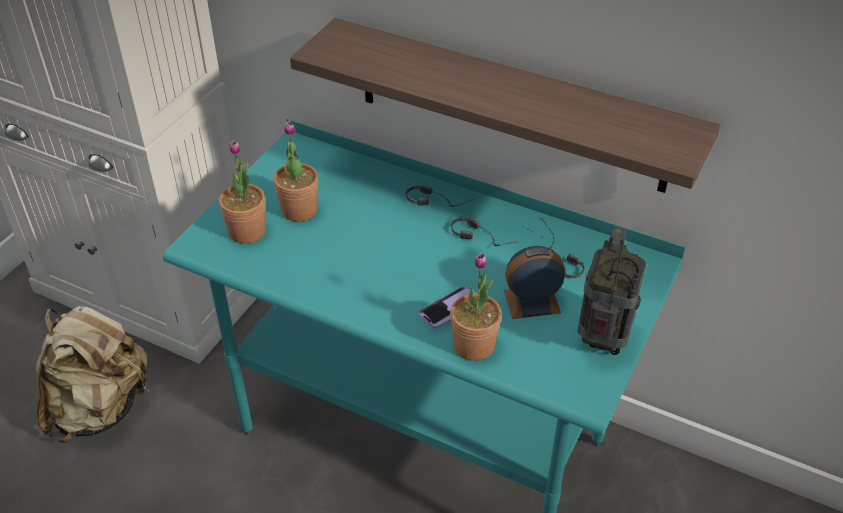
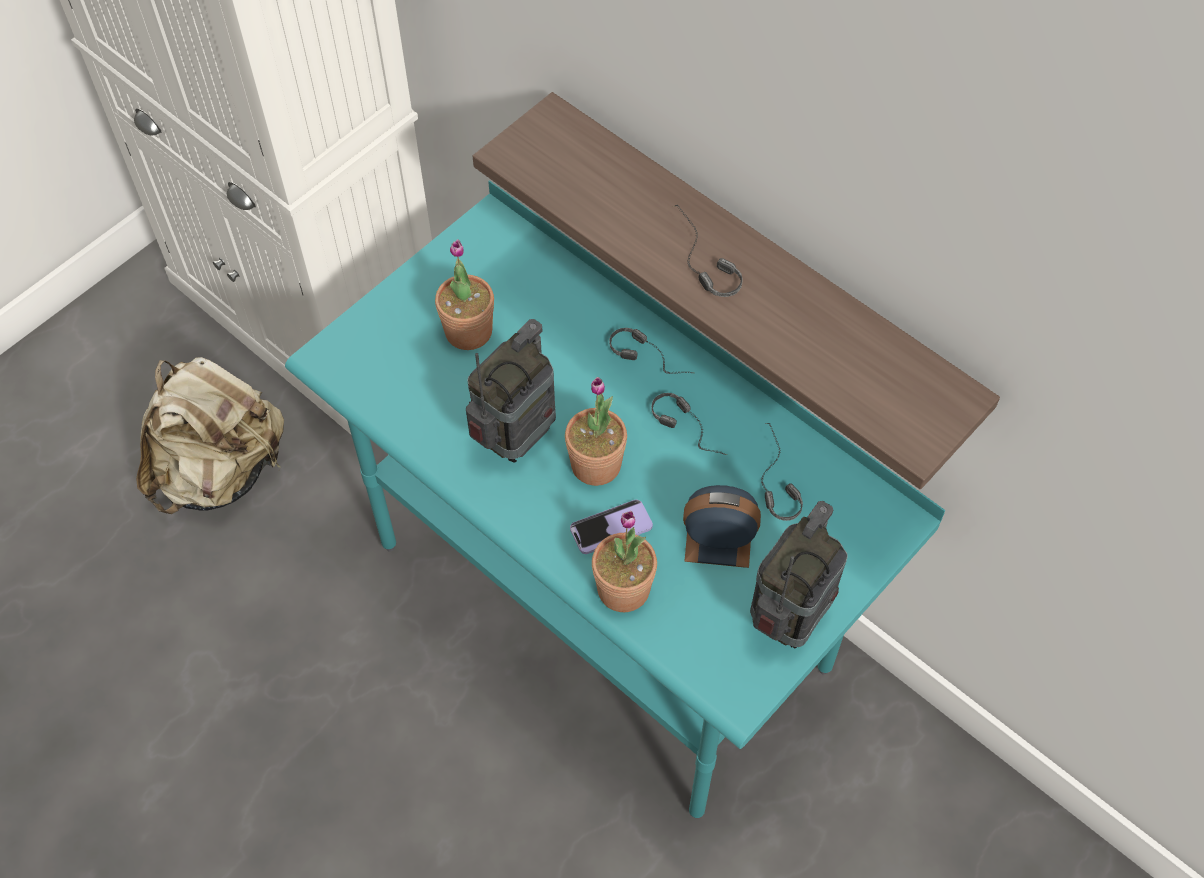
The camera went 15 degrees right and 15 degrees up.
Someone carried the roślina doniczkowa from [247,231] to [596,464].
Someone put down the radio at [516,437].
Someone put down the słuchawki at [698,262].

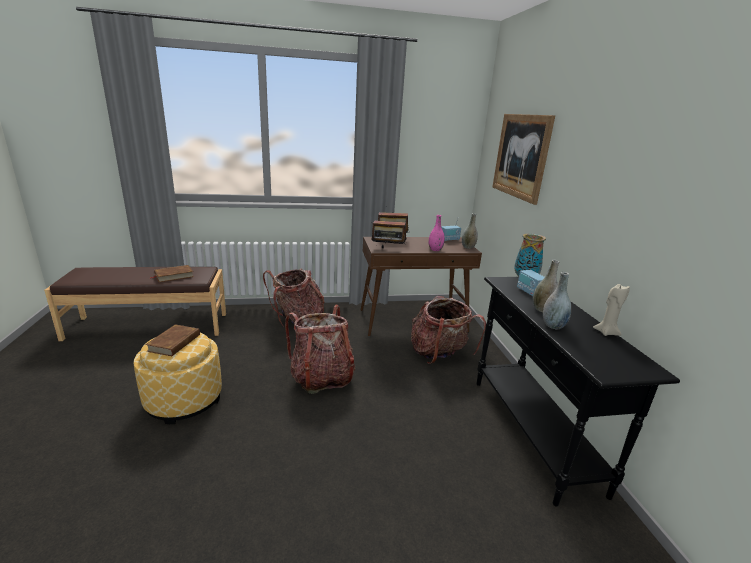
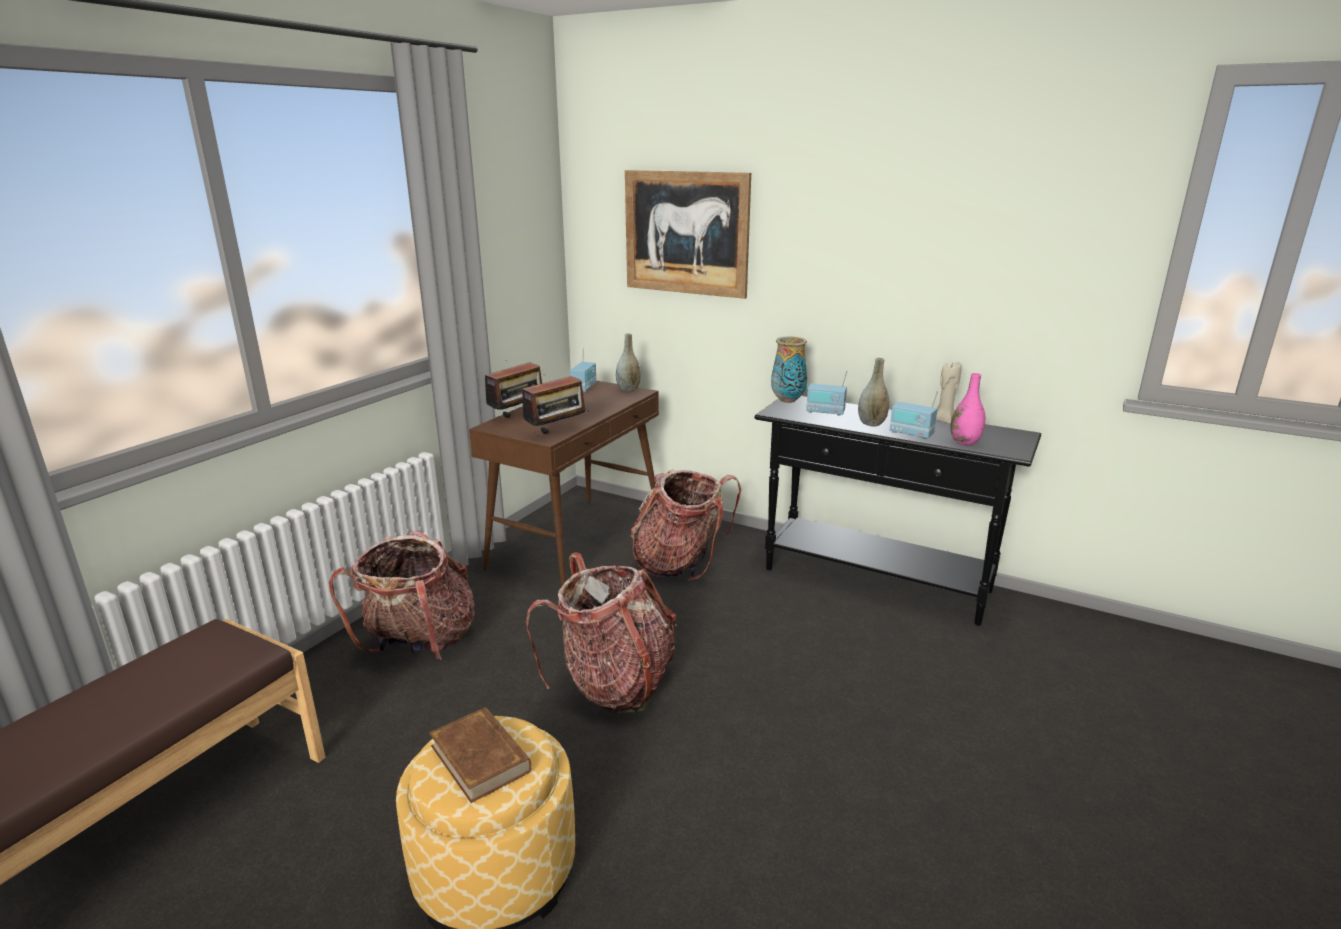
The camera went 50 degrees left and 0 degrees up.
Someone took away the książka/brązowy at [174,276].
Someone carried the wazon/różowy from [435,250] to [964,442].
Someone swapped the wazon/szary at [553,326] for the radio at [911,434].

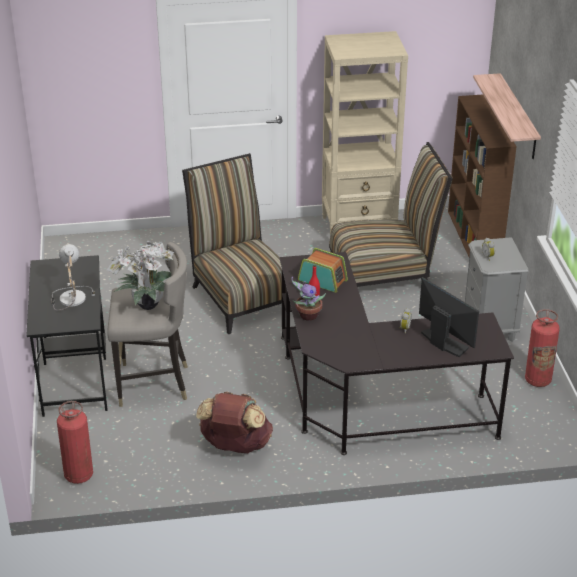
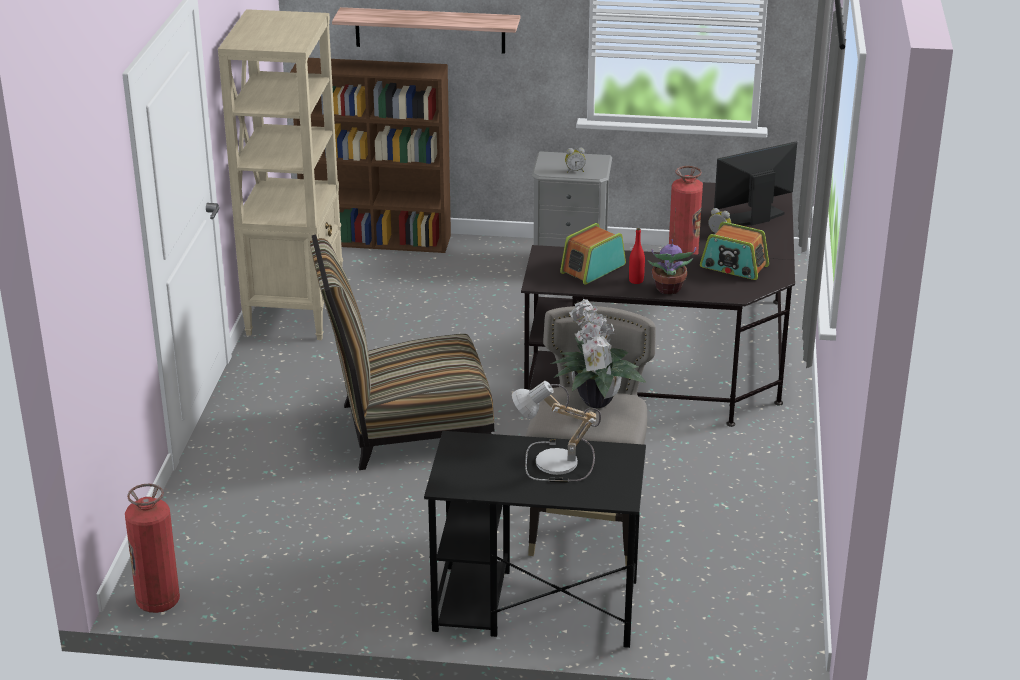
The camera went 75 degrees left and 5 degrees down.
Someone carried the gaśnica from [79,475] to [158,601].
Someone took away the plecak/brązowy at [235,446].
Someone took away the krzesło at [385,274].
Someone put down the radio at [734,267].

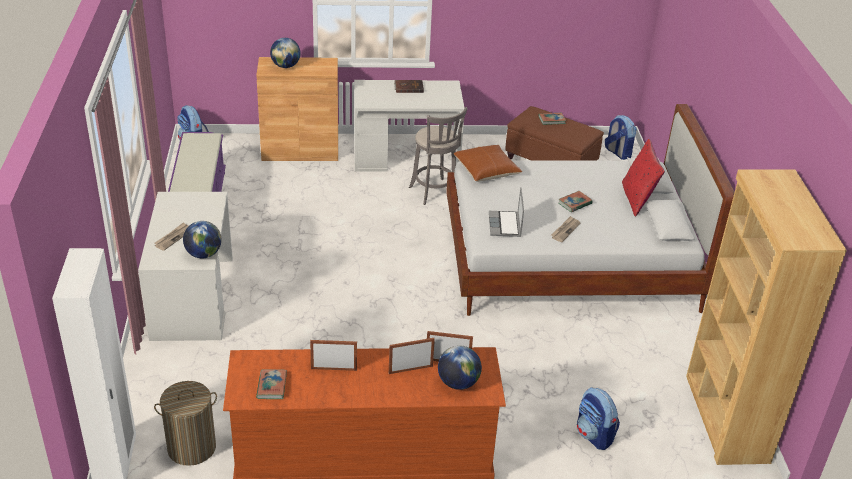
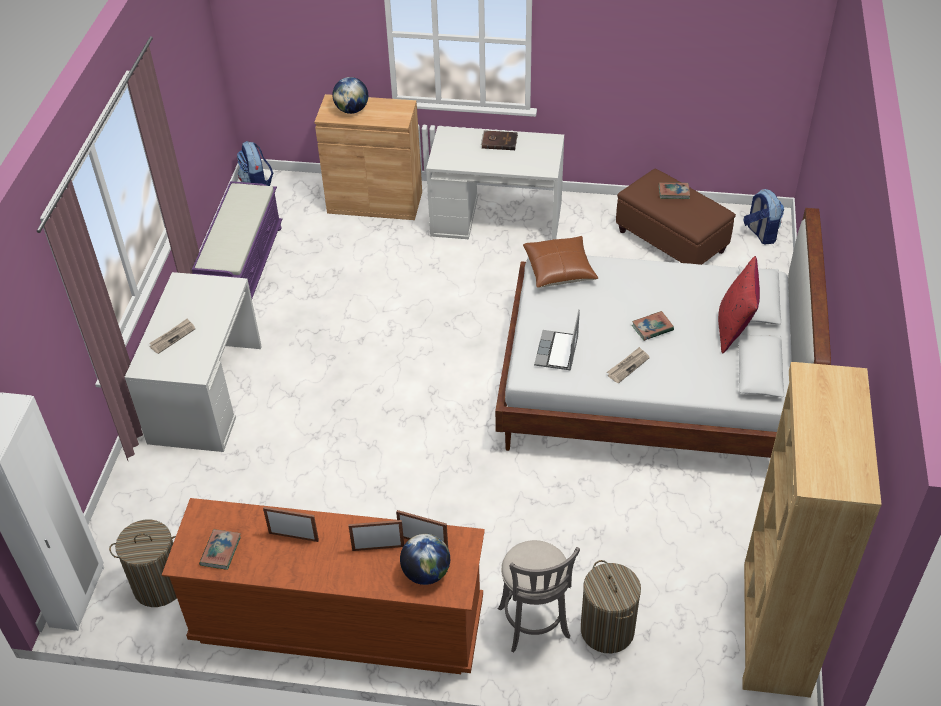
The camera went 15 degrees right and 10 degrees up.
Someone took away the globus at [203,254].
Someone carried the stołek/szary from [434,193] to [534,626].
Someone swapped the plecak at [594,435] for the kosz na pranie at [607,630].

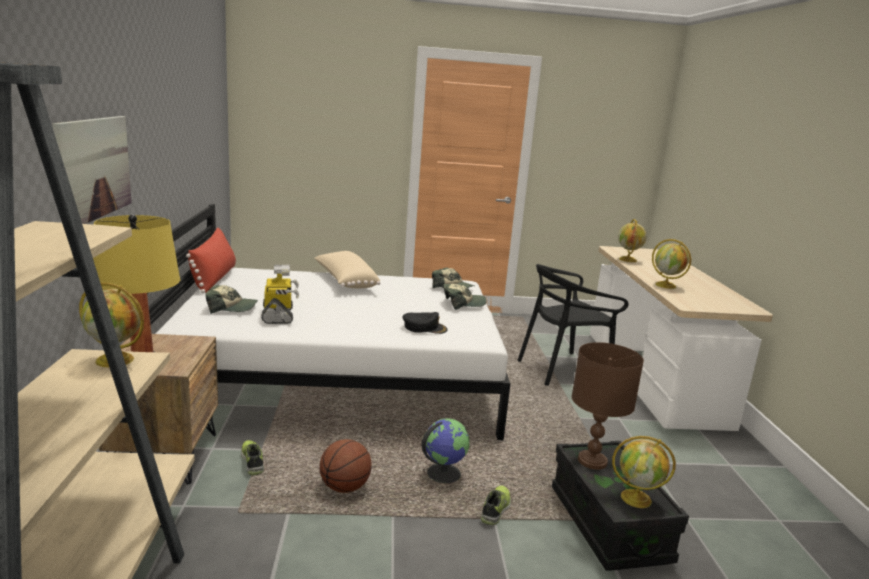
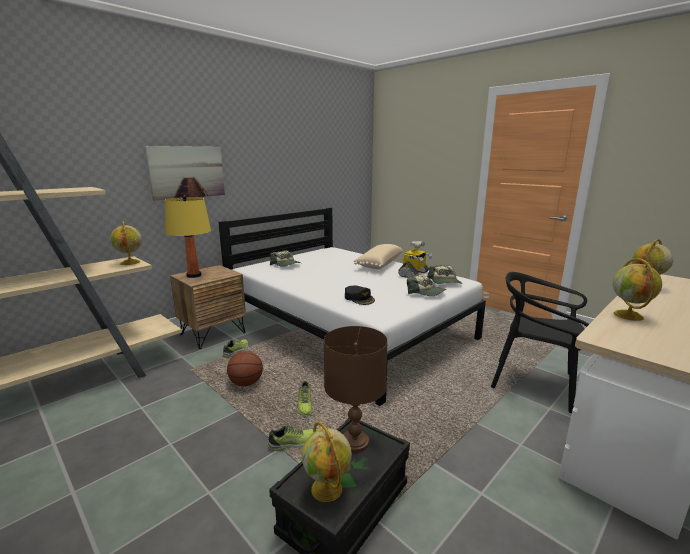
The camera went 50 degrees right and 0 degrees up.
Someone took away the poduszka/czerwony at [214,278].
Someone carried the robot zabawkowy from [279,315] to [414,274].
Someone swapped the globus at [443,474] for the but at [304,404].

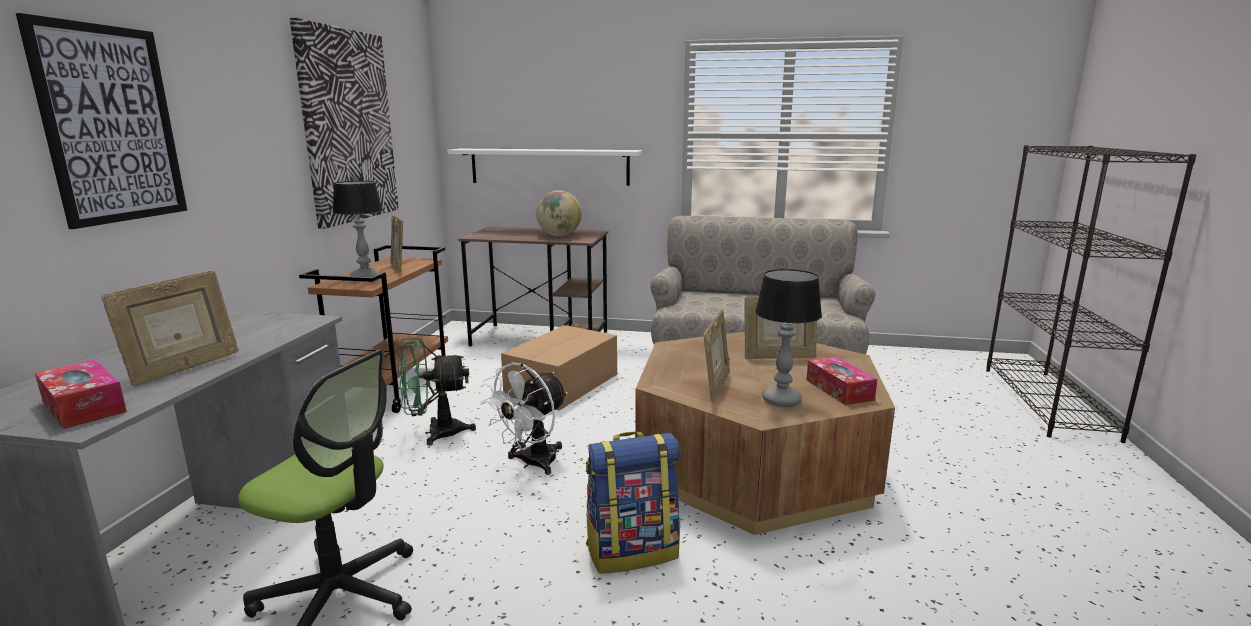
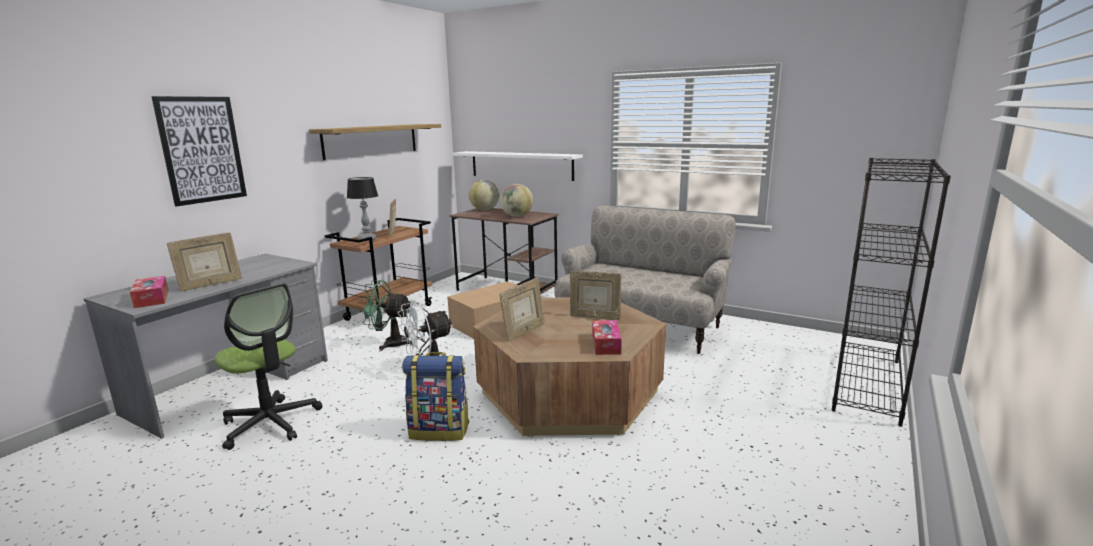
The camera went 20 degrees right and 0 degrees up.
Someone swapped the obraz at [348,126] for the półka at [371,140].
Someone took away the lampa stołowa at [782,400].
Someone put down the globus at [484,210].

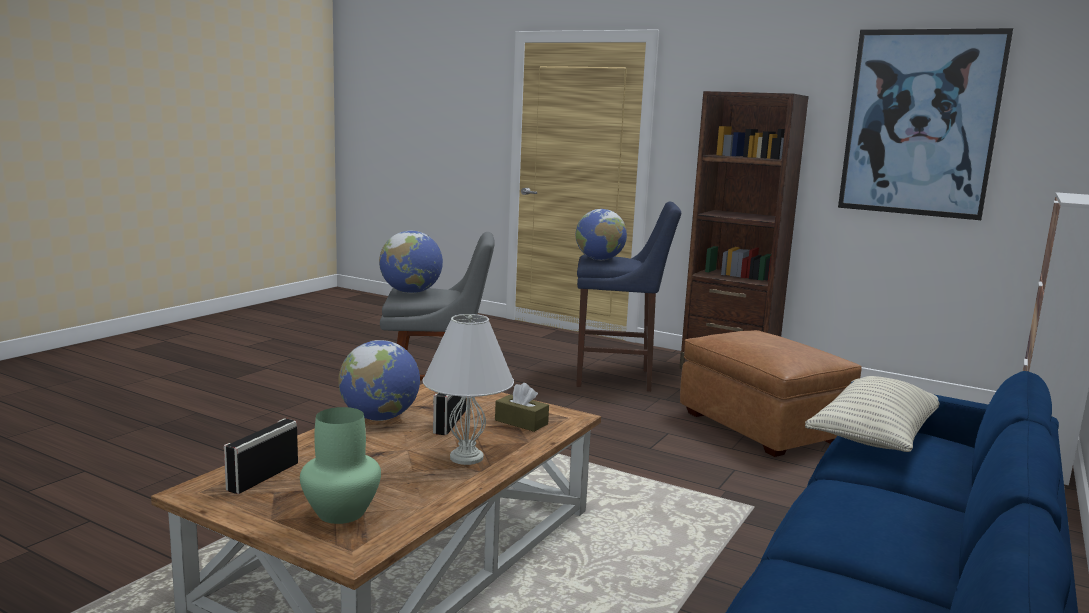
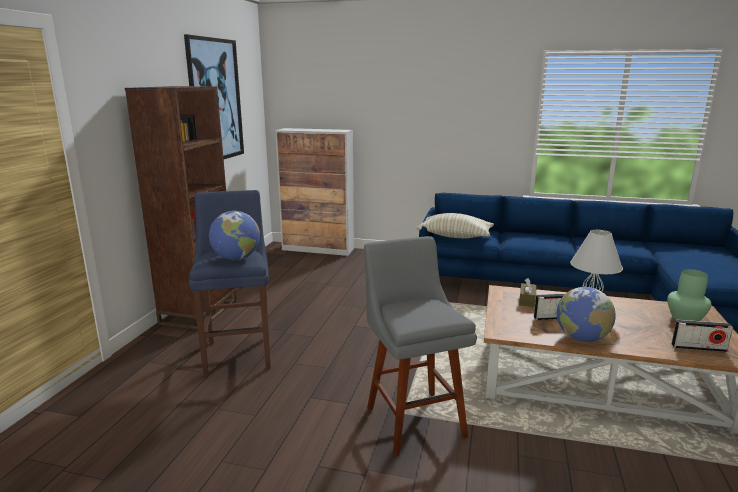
The camera went 105 degrees left and 5 degrees up.
Someone took away the globus at [411,292].
Someone took away the pufa/brązowy at [761,427].

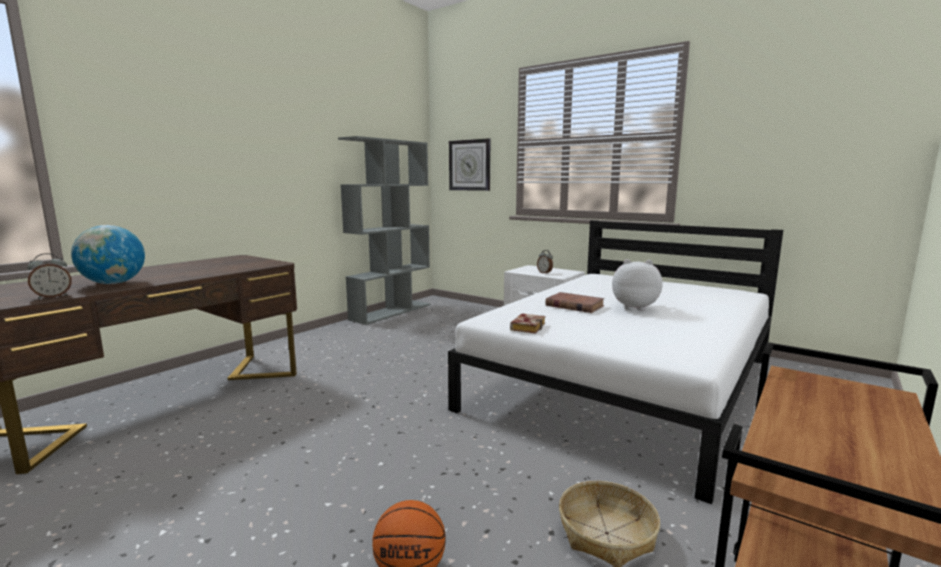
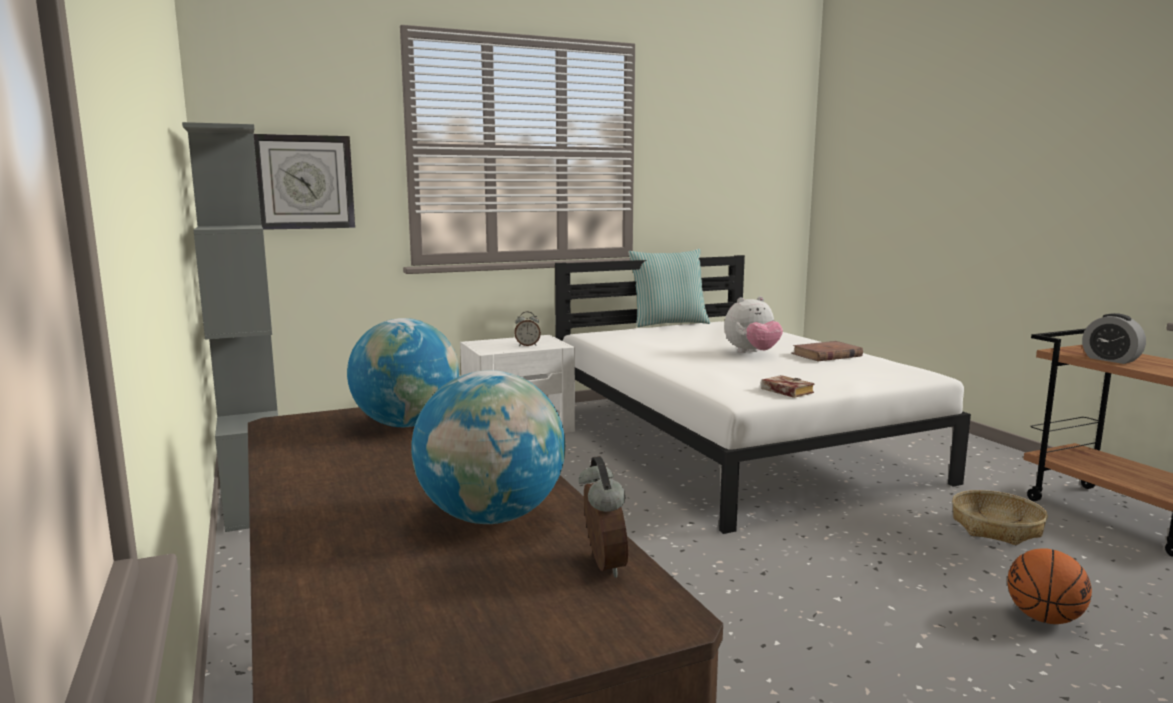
The camera went 60 degrees left and 0 degrees up.
Someone carried the książka/brązowy from [574,306] to [826,355].
Someone rotated the pluszak at [633,307] by 150 degrees counterclockwise.
Someone put down the globus at [407,424].
Someone put down the poduszka at [668,323].
Someone put down the budzik at [1110,360].

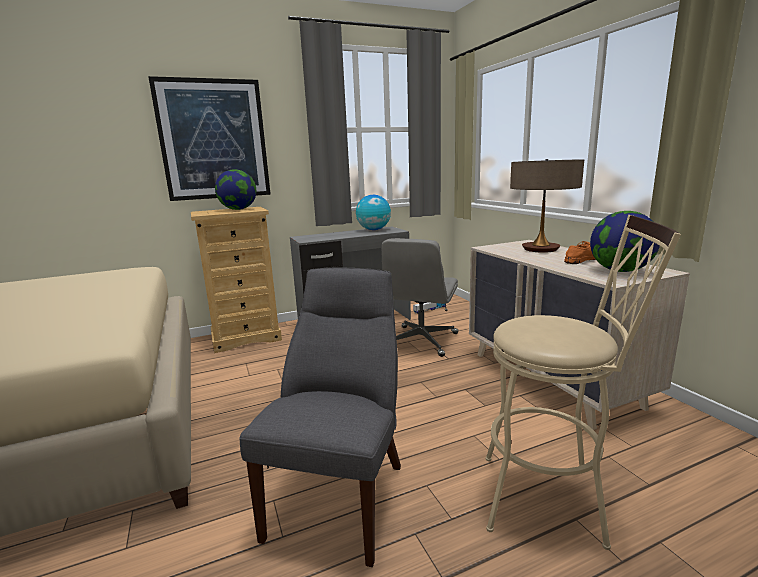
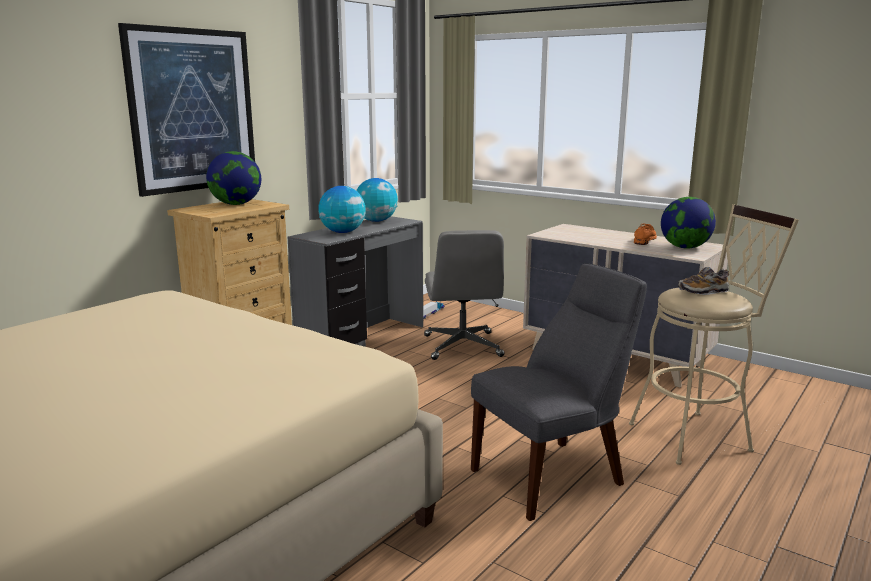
The camera went 30 degrees left and 0 degrees up.
Someone rotated the krzesło/szary at [341,495] by 75 degrees clockwise.
Someone took away the lampa stołowa at [540,249].
Someone put down the globus at [342,232].
Someone put down the but at [703,291].

